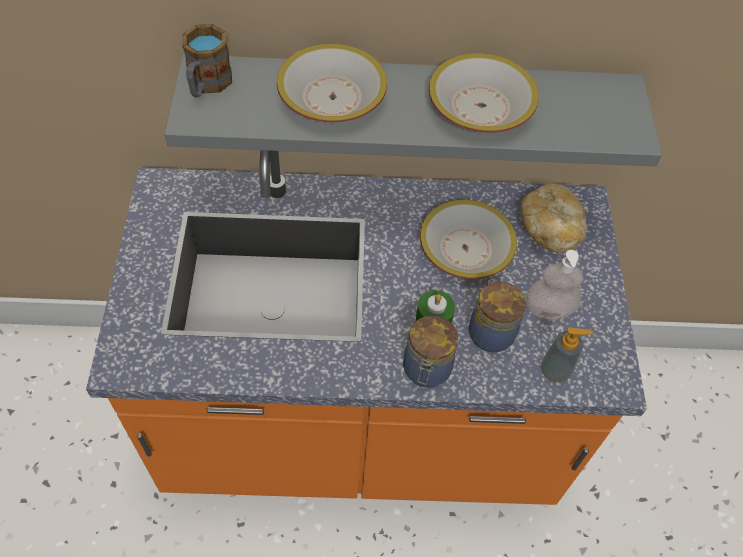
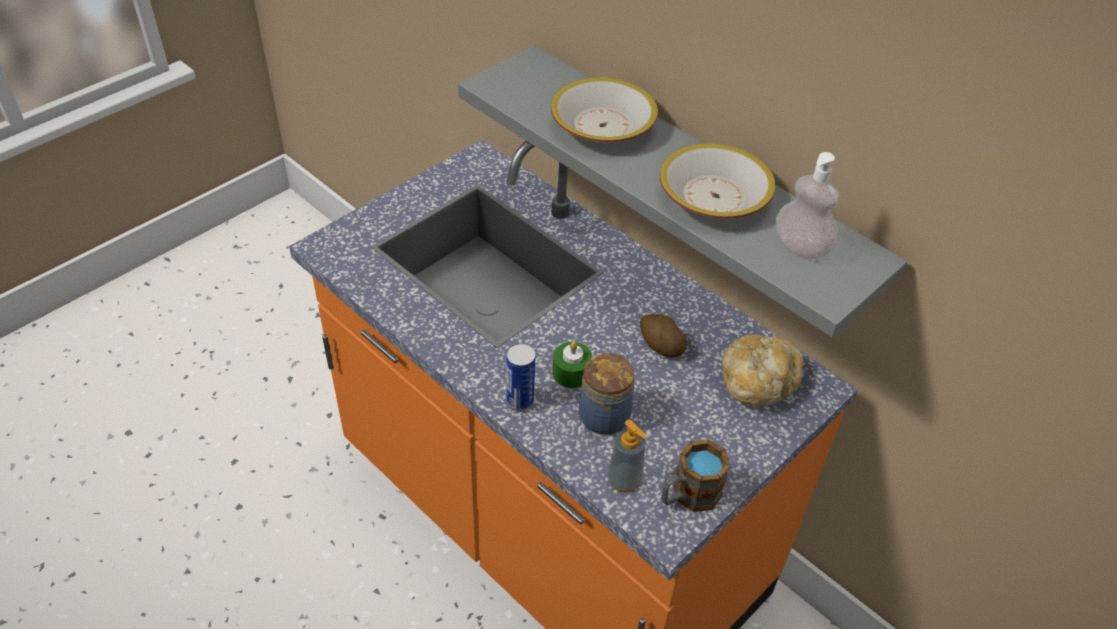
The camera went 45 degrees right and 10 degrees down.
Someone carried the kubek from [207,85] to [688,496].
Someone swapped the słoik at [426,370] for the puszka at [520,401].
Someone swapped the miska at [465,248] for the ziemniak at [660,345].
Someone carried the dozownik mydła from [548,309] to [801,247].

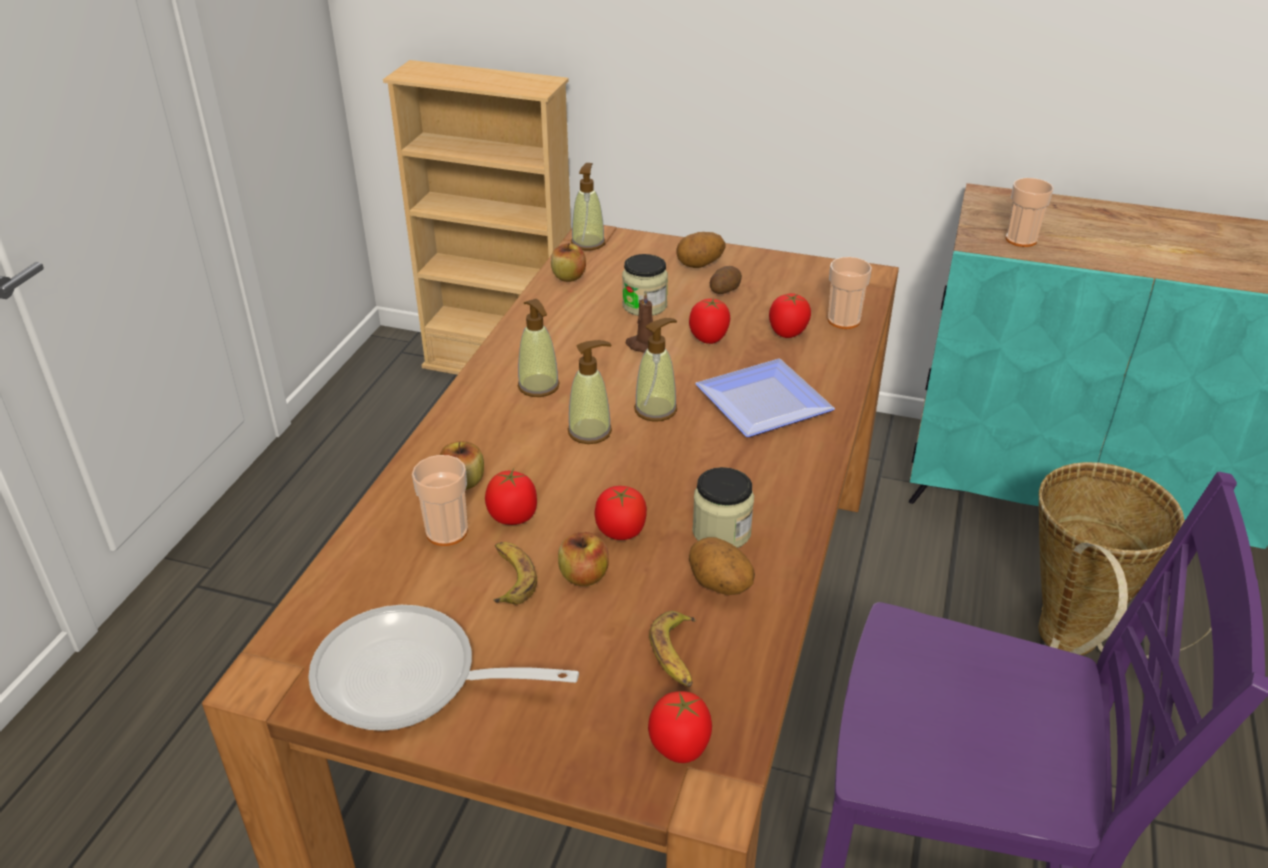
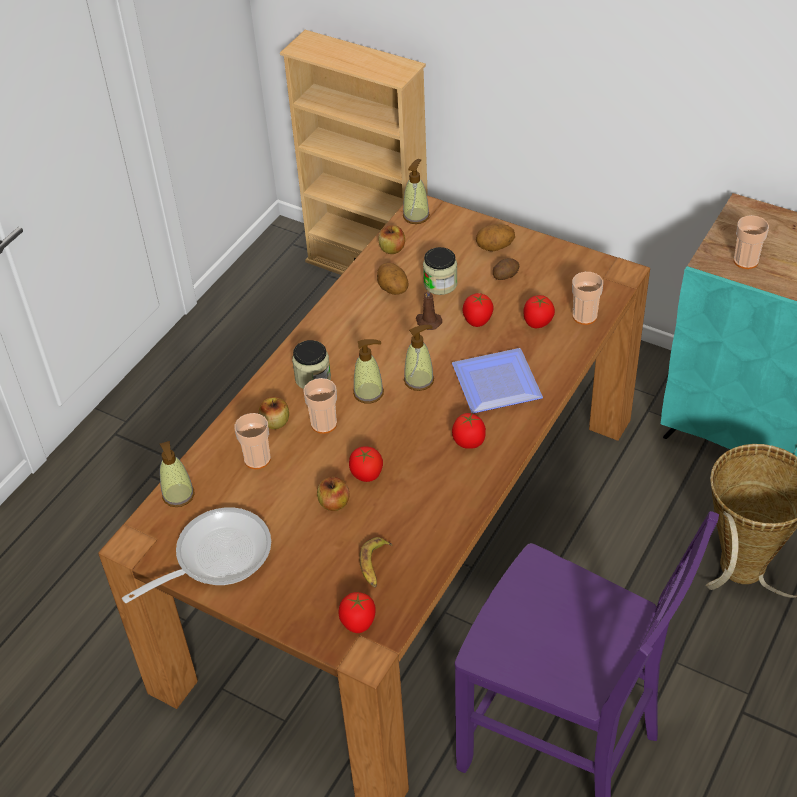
The camera went 15 degrees right and 10 degrees up.
Someone rotated the patelnia at [410,680] by 120 degrees clockwise.
Someone carried the pomidor from [513,517] to [469,442].
Someone took away the banan at [510,577].
Someone carried the dozownik mydła from [539,386] to [178,495].
Someone carried the ziemniak from [719,586] to [392,290].
Someone carried the słoik from [721,531] to [313,378].
Someone put down the filiżanka at [324,424].

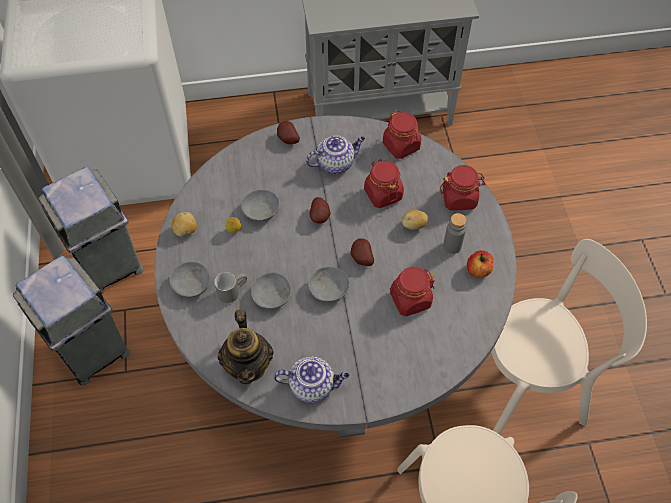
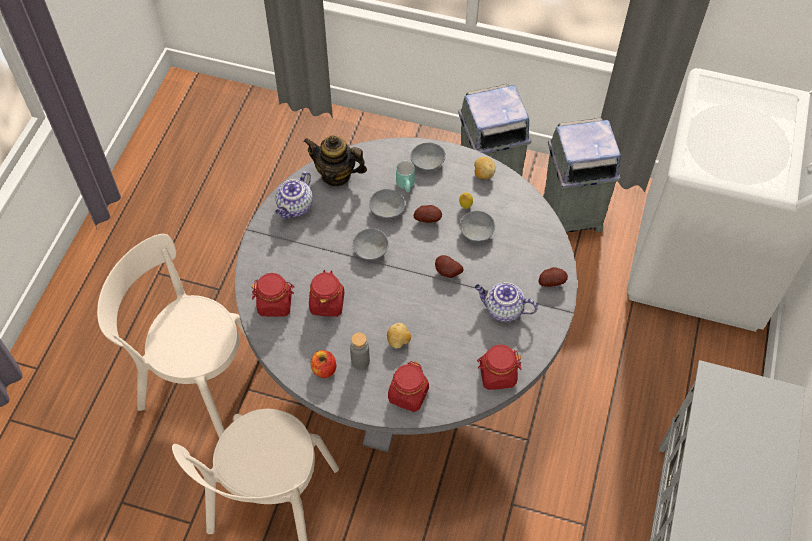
The camera went 115 degrees right and 0 degrees up.
Someone repainted the kubek/szary at [232,291], which became the kubek/turkusowy at [407,186].
Someone rotated the imbryk at [336,163] by 105 degrees clockwise.
Someone carried the ziemniak from [361,258] to [428,219].
Someone carried the słoik/czerwony from [383,194] to [275,303].

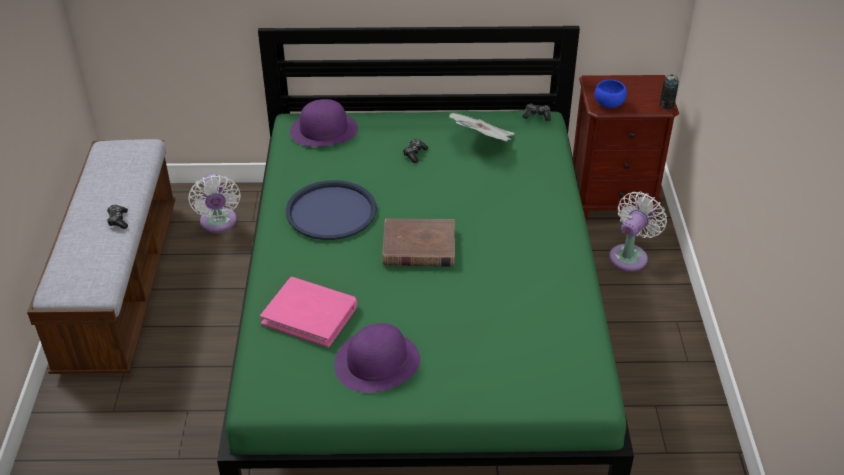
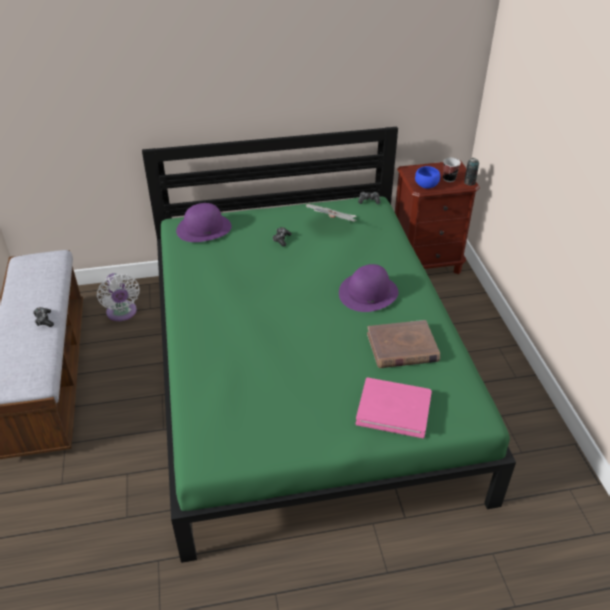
The camera went 10 degrees left and 0 degrees up.
Someone carried the książka/różowy from [310,314] to [393,409].
Someone took away the taca/niebieski at [331,211].
Someone carried the kapelusz/fioletowy from [377,362] to [368,293].
Someone carried the książka/brązowy from [419,247] to [402,347].
Someone took away the wentylator/biały at [630,255].
Someone put down the filiżanka at [449,179].

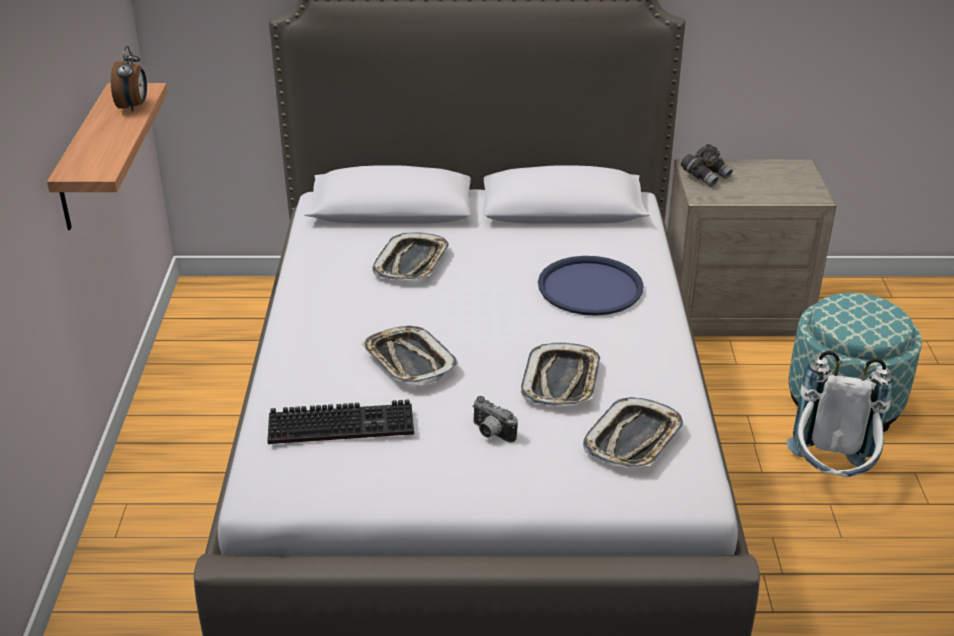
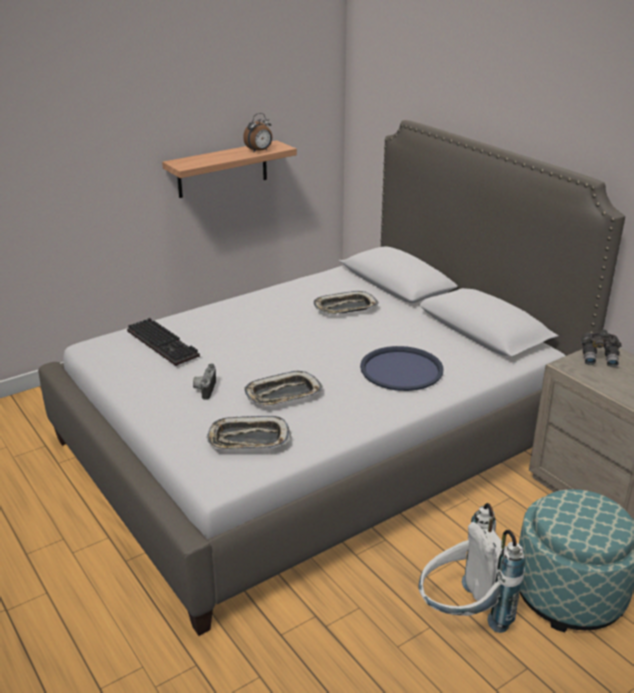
The camera went 55 degrees right and 5 degrees down.
Someone took away the taca at [409,361].

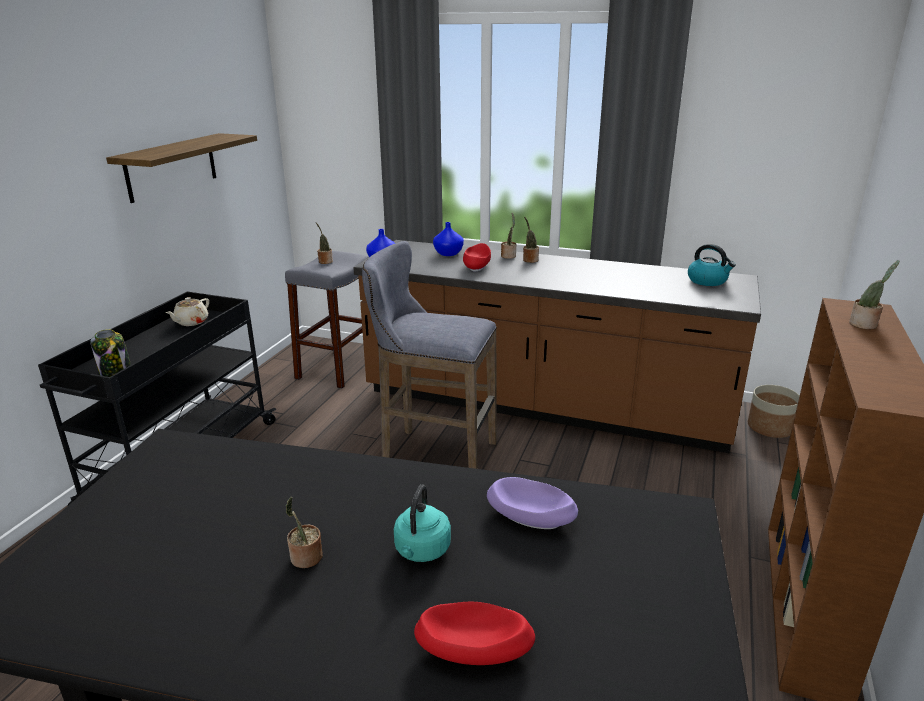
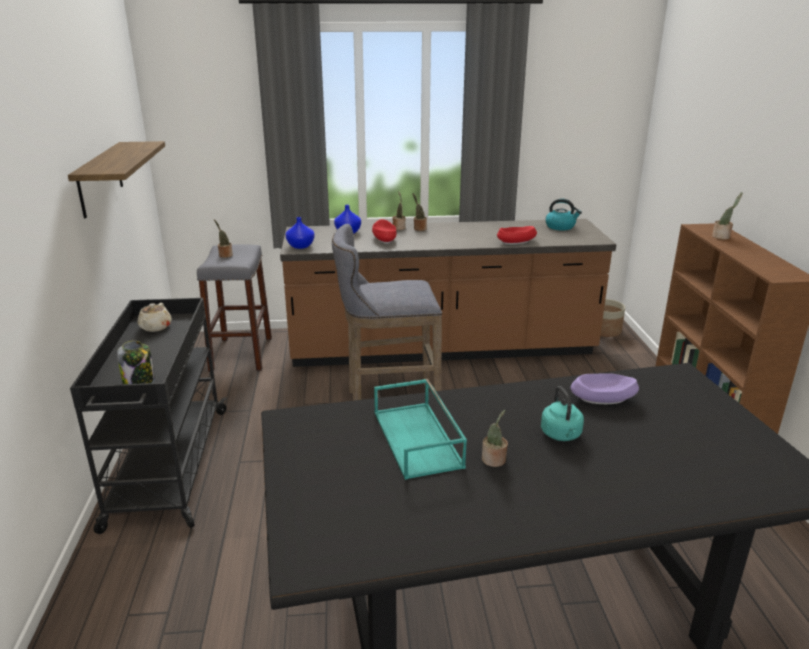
The camera went 25 degrees left and 0 degrees up.
Someone carried the miska/czerwony from [473,650] to [516,242].
Someone put down the taca/turkusowy at [418,439].

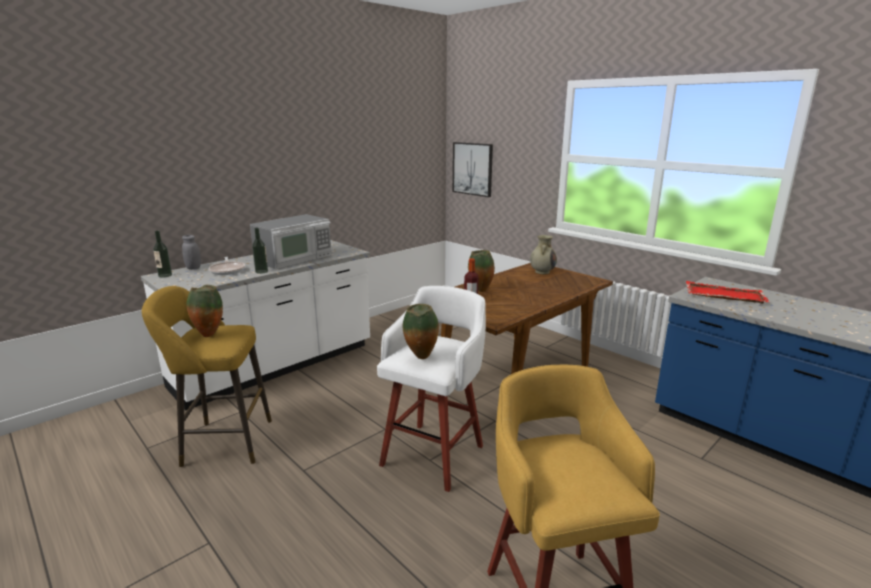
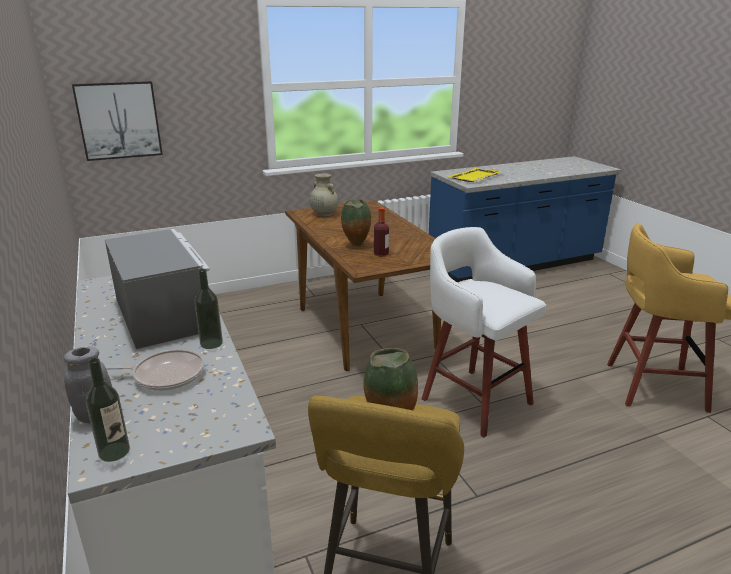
The camera went 70 degrees left and 5 degrees up.
Someone took away the wazon at [421,358].
Someone repainted the taca/czerwony at [723,295], which became the taca/żółty at [474,177].

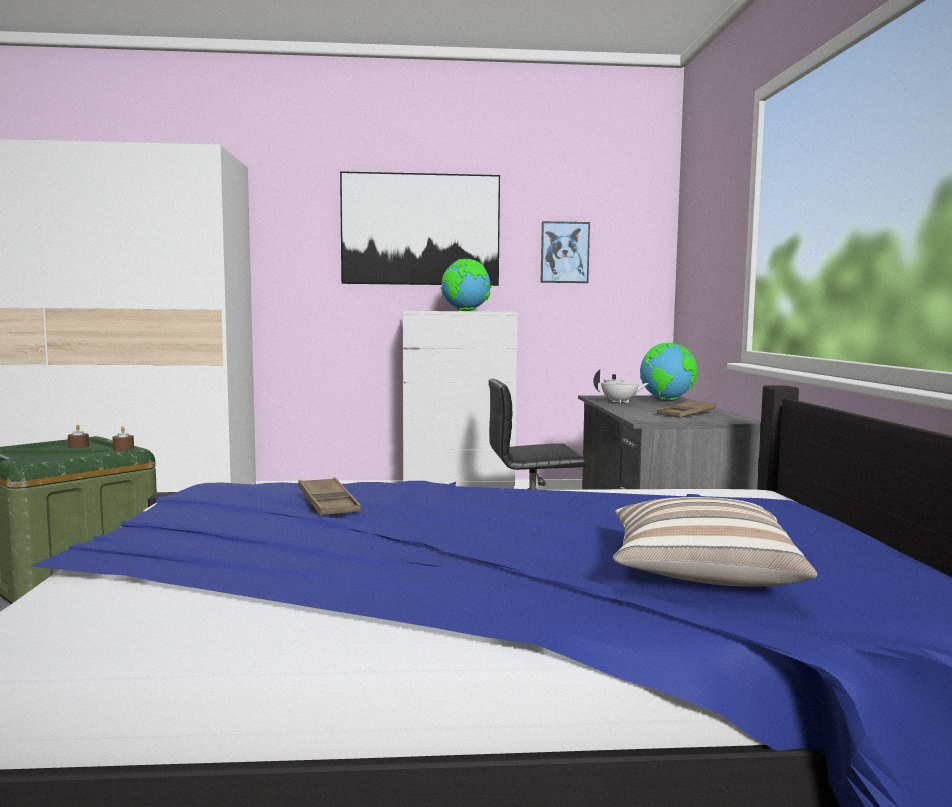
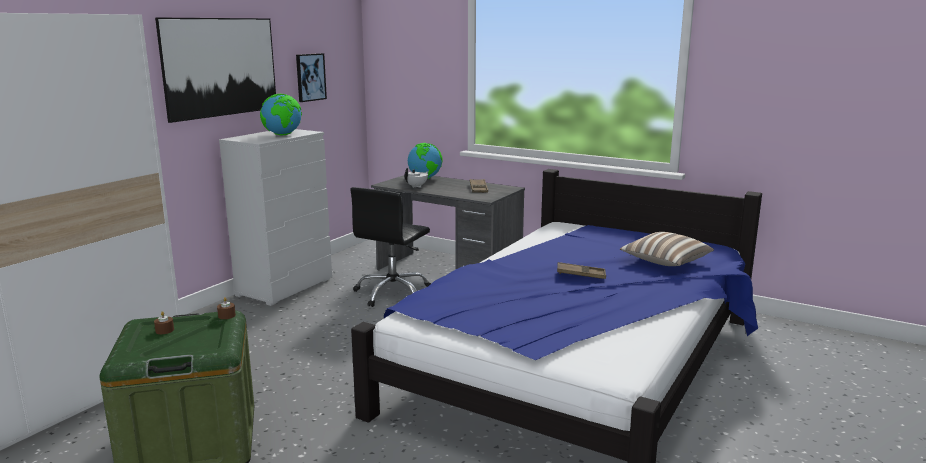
The camera went 55 degrees left and 10 degrees up.
Someone carried the taca/brązowy from [328,503] to [581,274].

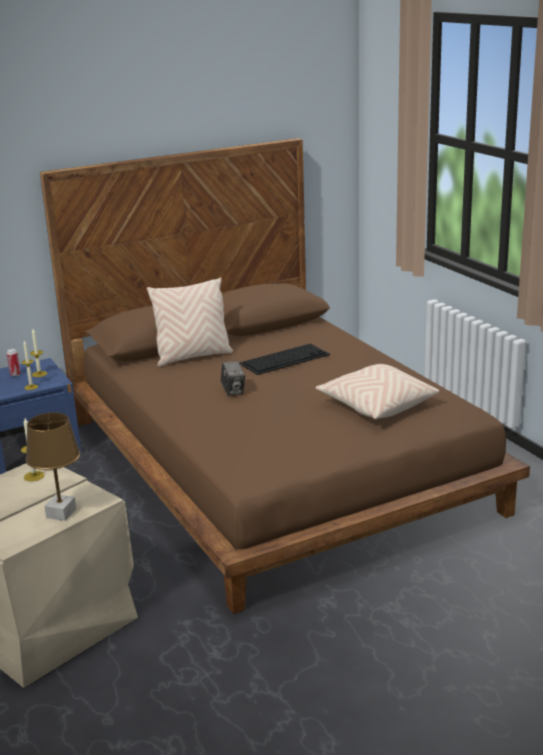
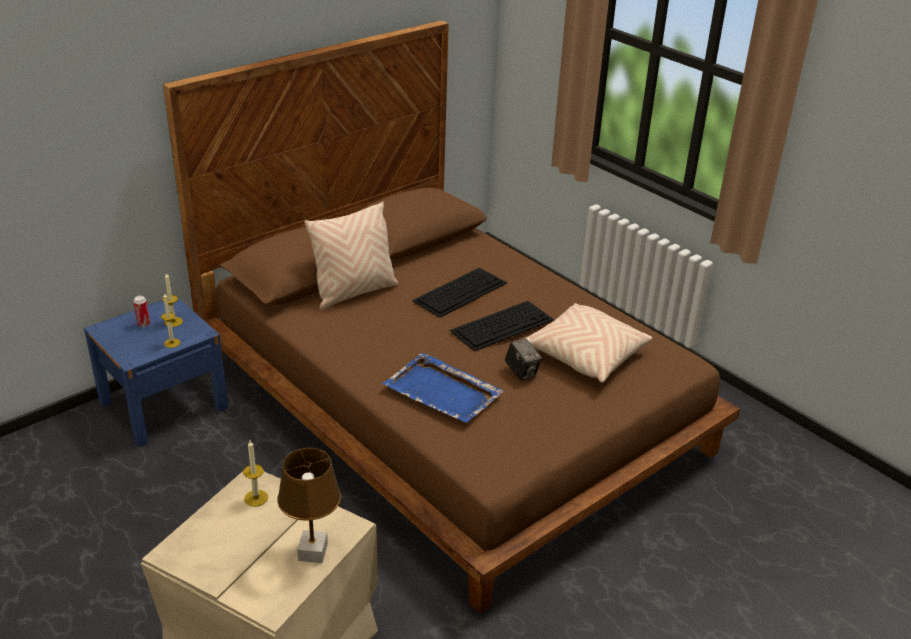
The camera went 15 degrees left and 10 degrees up.
Someone carried the aparat fotograficzny from [233,391] to [521,372].
Someone put down the taca/niebieski at [443,391].
Someone put down the klawiatura at [502,325].

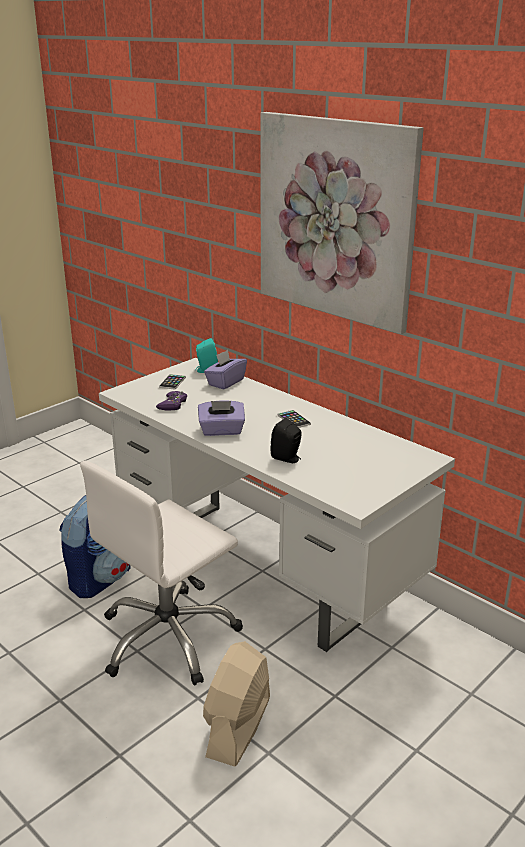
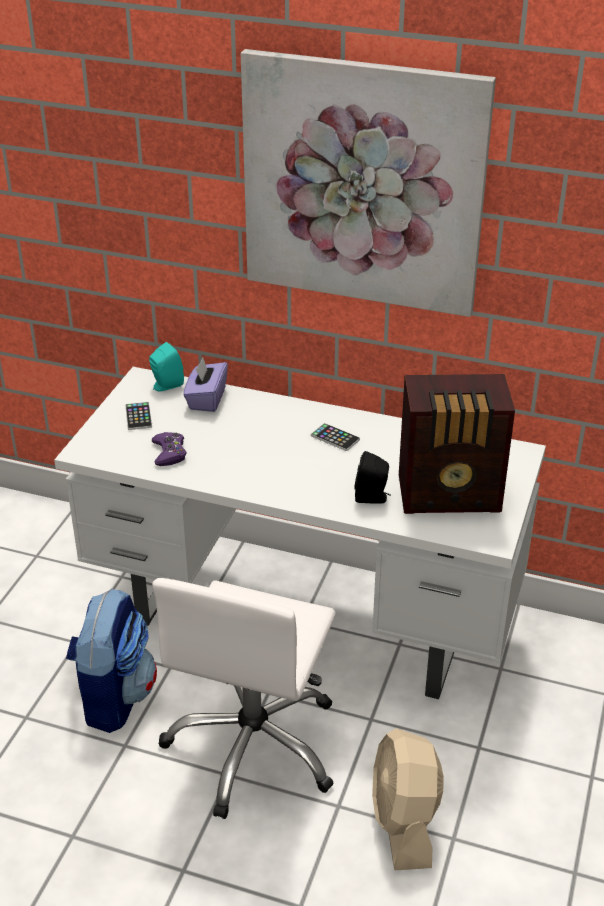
The camera went 25 degrees left and 10 degrees up.
Someone took away the pudełko chusteczek/fioletowy at [221,431].
Someone put down the radio at [451,495].

